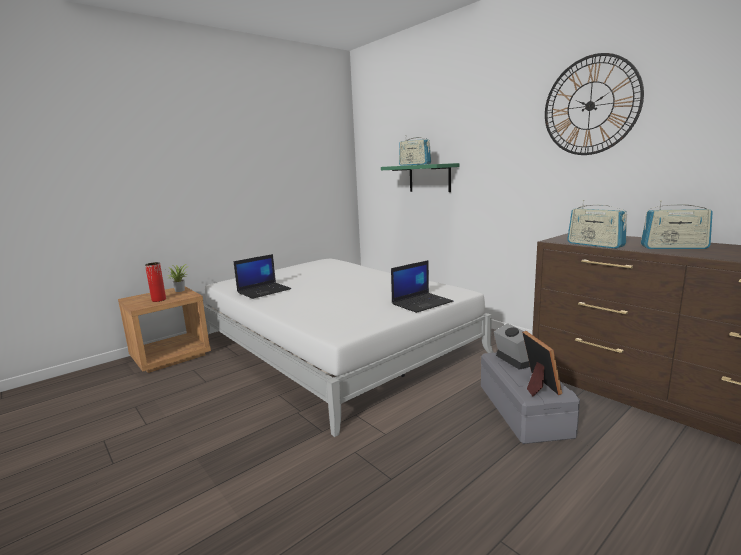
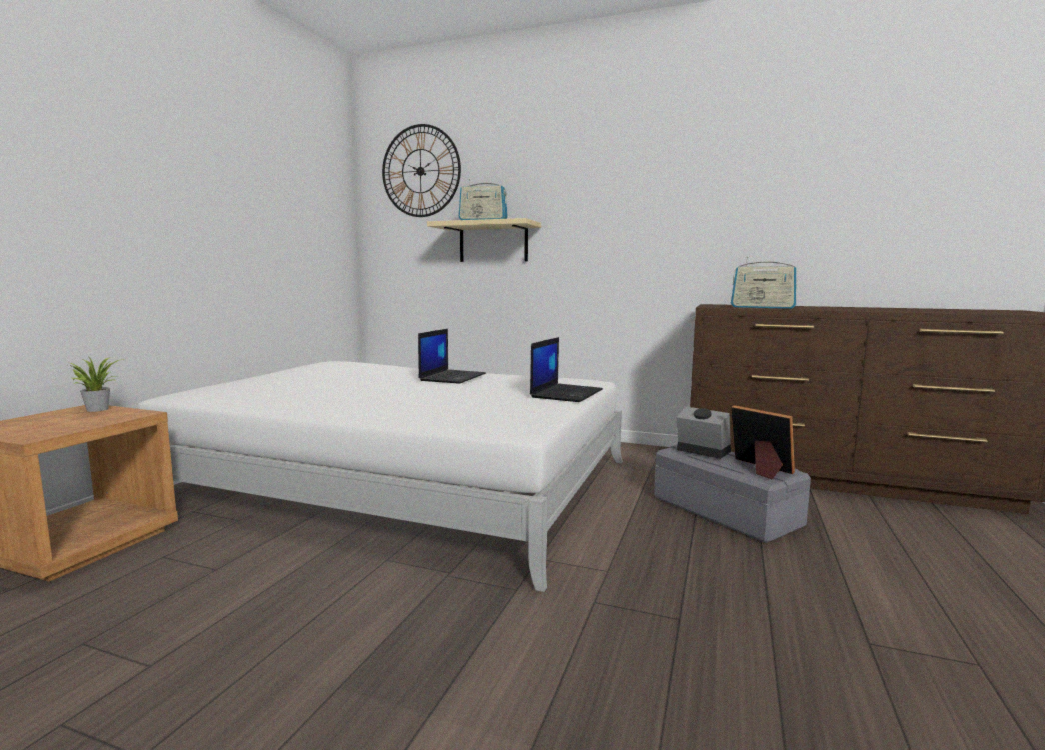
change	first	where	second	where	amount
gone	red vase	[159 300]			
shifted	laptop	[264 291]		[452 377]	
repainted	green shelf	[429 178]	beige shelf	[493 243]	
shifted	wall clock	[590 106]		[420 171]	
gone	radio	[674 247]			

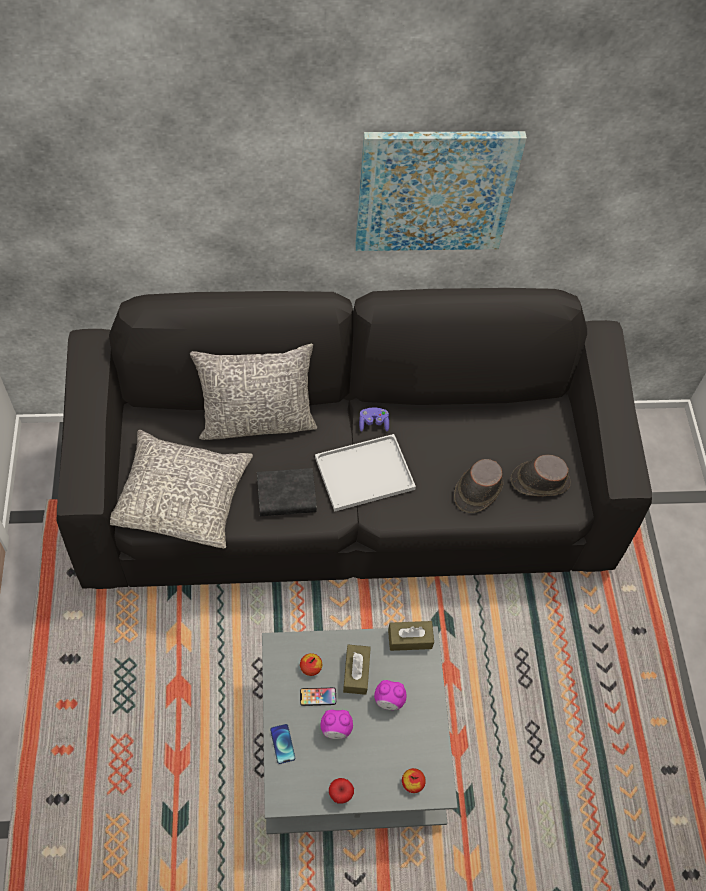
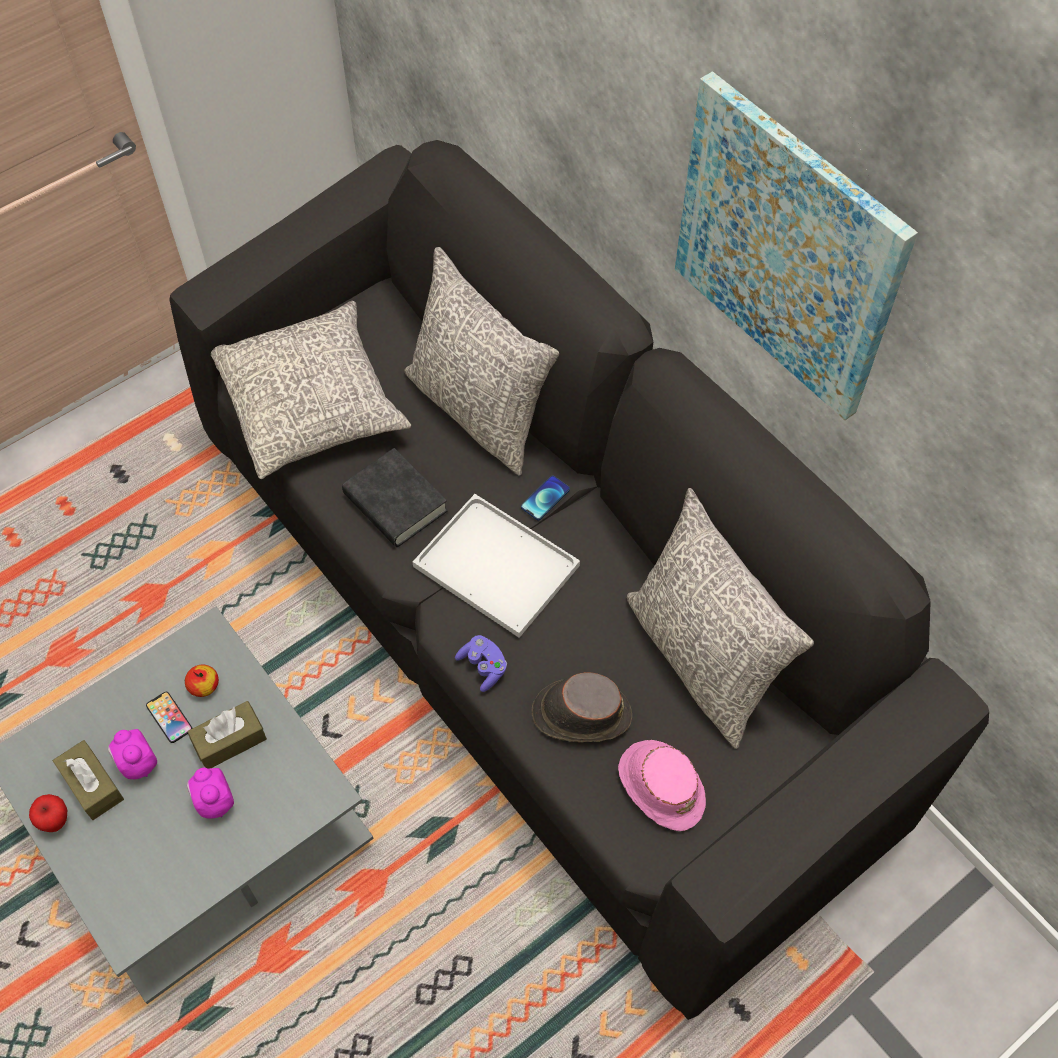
change	first	where	second	where	amount
shifted	phone	[282 744]		[545 498]	
shifted	purple game controller	[373 423]		[483 667]	
shifted	brown tissue box	[410 639]		[92 785]	
gone	apple	[412 782]			
repainted	brown hat	[539 481]	pink hat	[661 785]	
new			grey pillow	[702 658]	

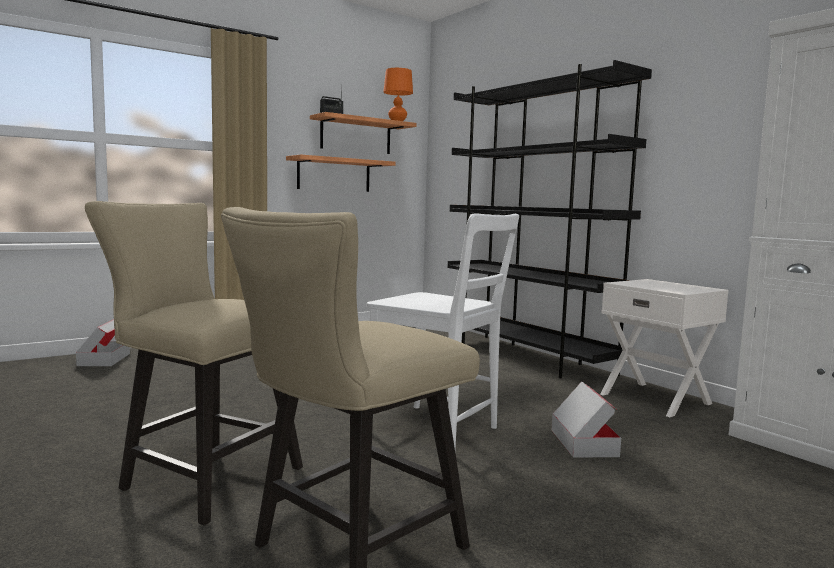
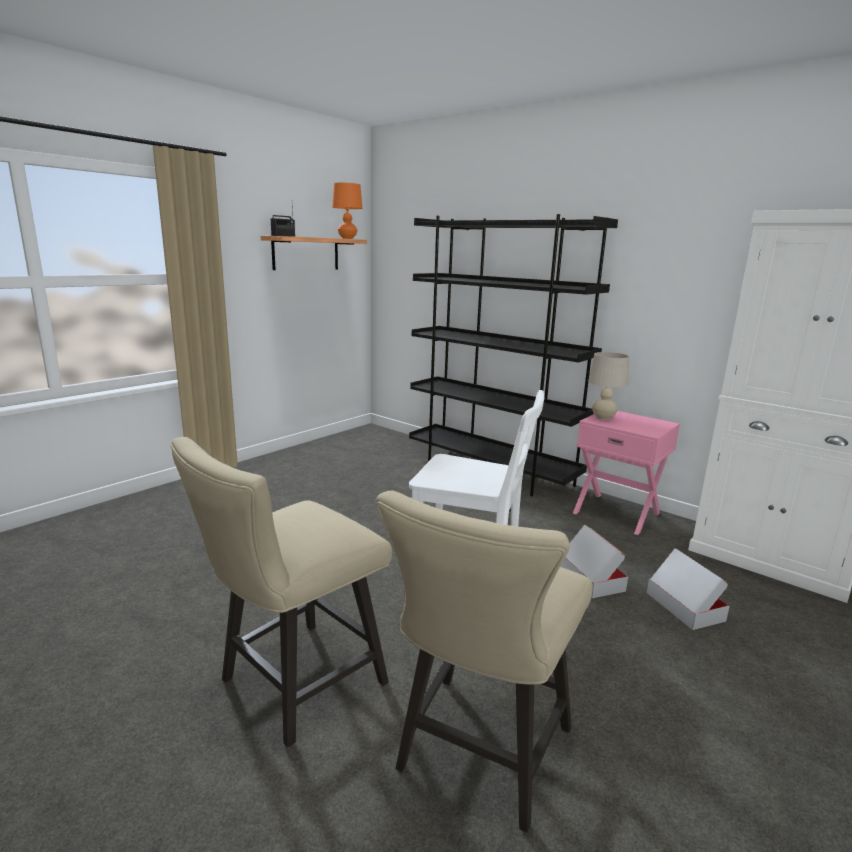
change	first	where	second	where	amount
shifted	cardboard box	[104 359]		[684 606]	
rotated	beige chair	[203 476]		[293 686]	60 degrees counterclockwise
gone	shelf	[334 175]			
repainted	white nightstand	[656 398]	pink nightstand	[617 512]	
new			beige table lamp	[603 417]	

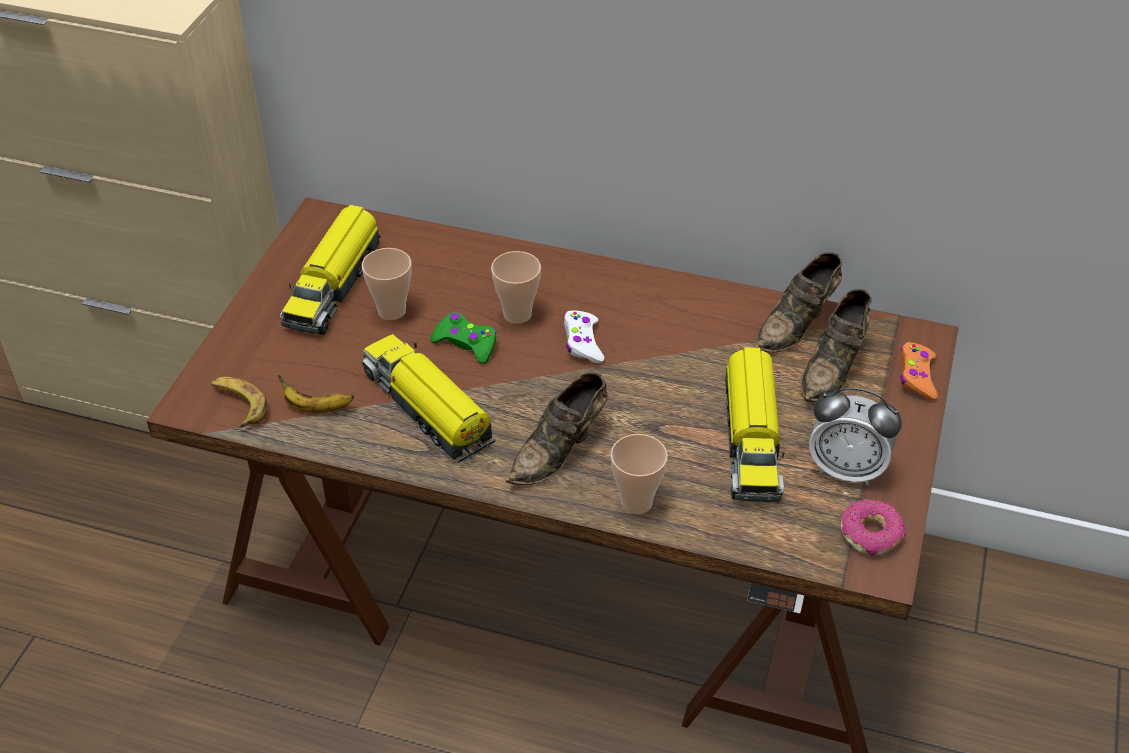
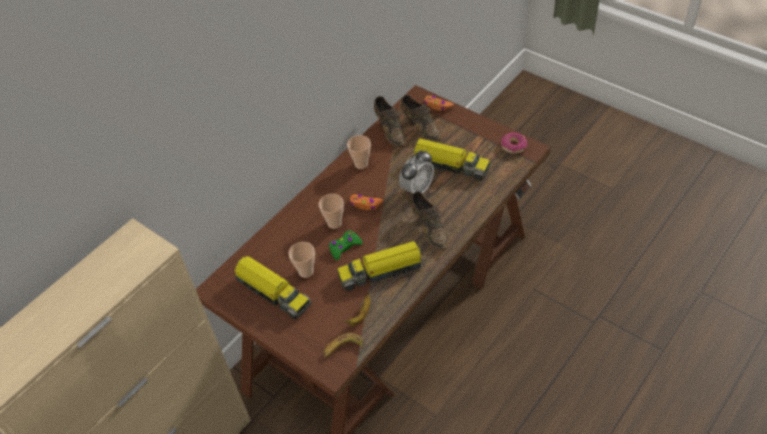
change	first	where	second	where	amount
repainted	white game controller	[582 342]	orange game controller	[365 204]	
shifted	cup	[636 502]		[361 164]	
shifted	alarm clock	[846 469]		[417 189]	

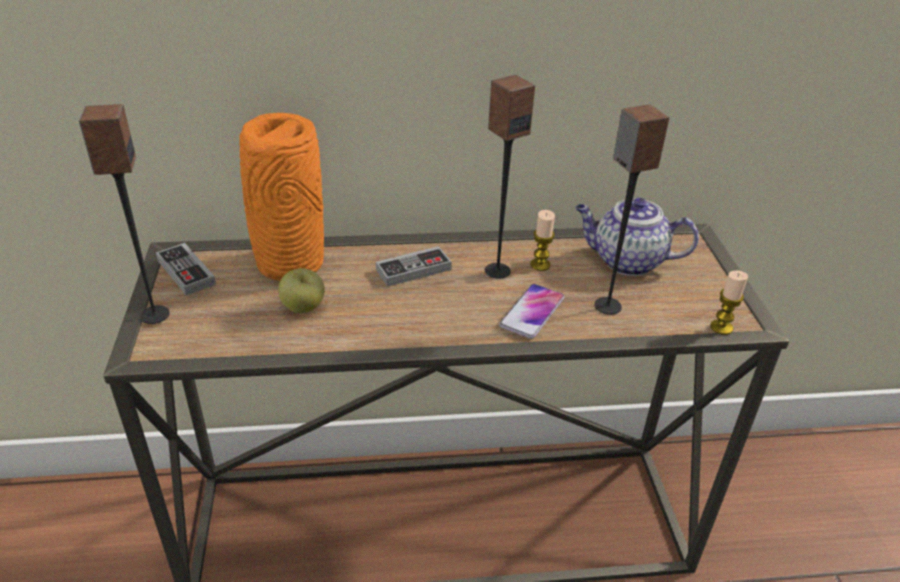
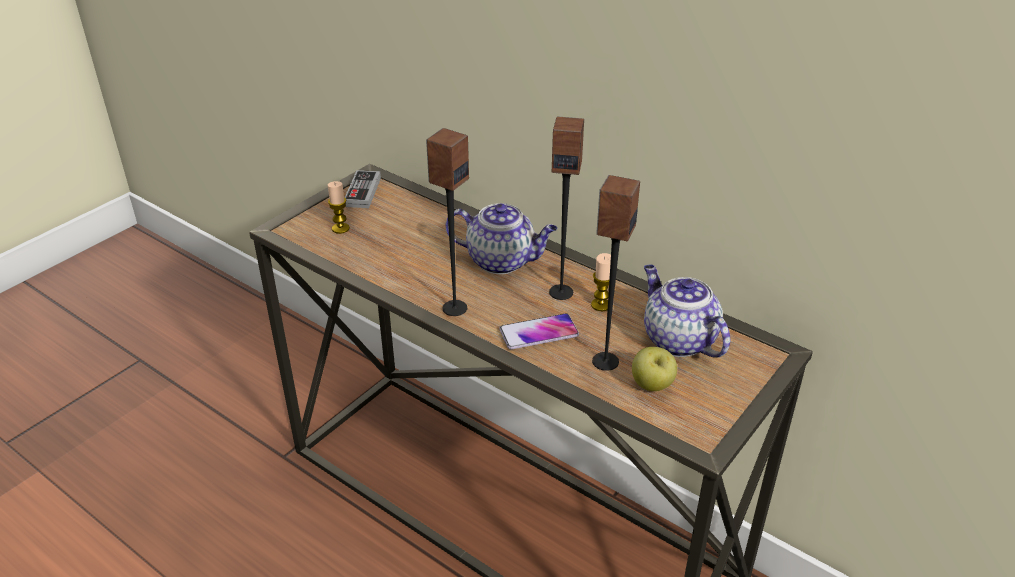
change	first	where	second	where	amount
shifted	speaker	[154 315]		[454 308]	
gone	orange vase	[288 264]			
shifted	apple	[303 308]		[652 385]	
swapped	game controller	[413 270]	teapot	[502 261]	
shifted	candle	[721 327]		[340 228]	

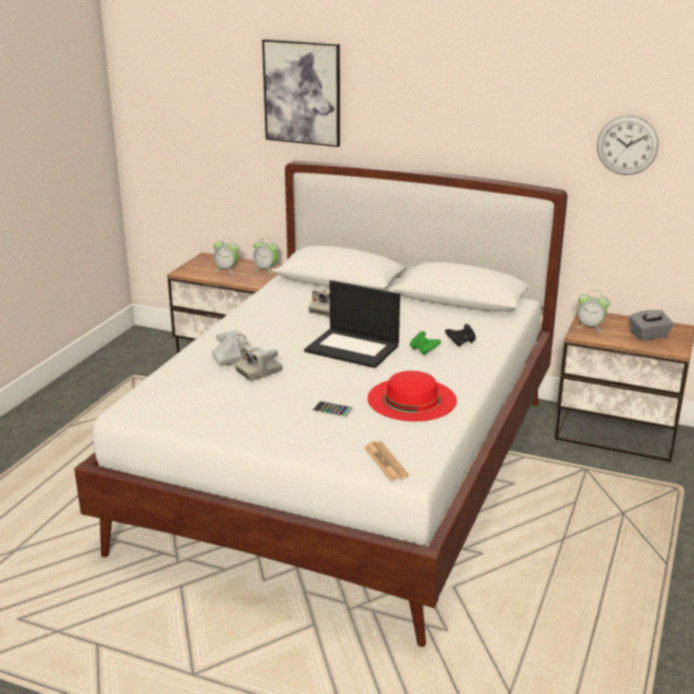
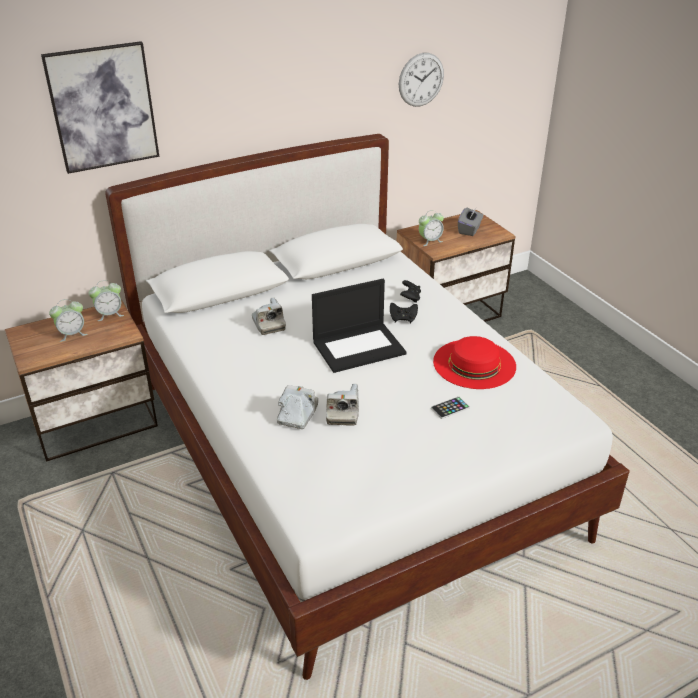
change	first	where	second	where	amount
gone	newspaper	[385 462]			
repainted	green game controller	[423 350]	black game controller	[403 319]	

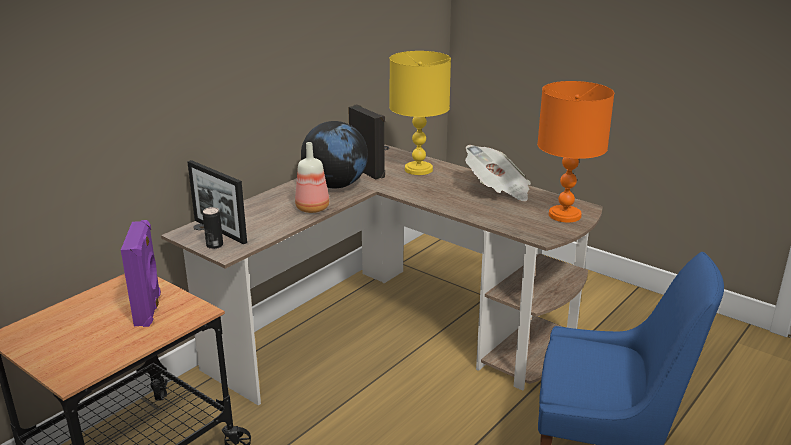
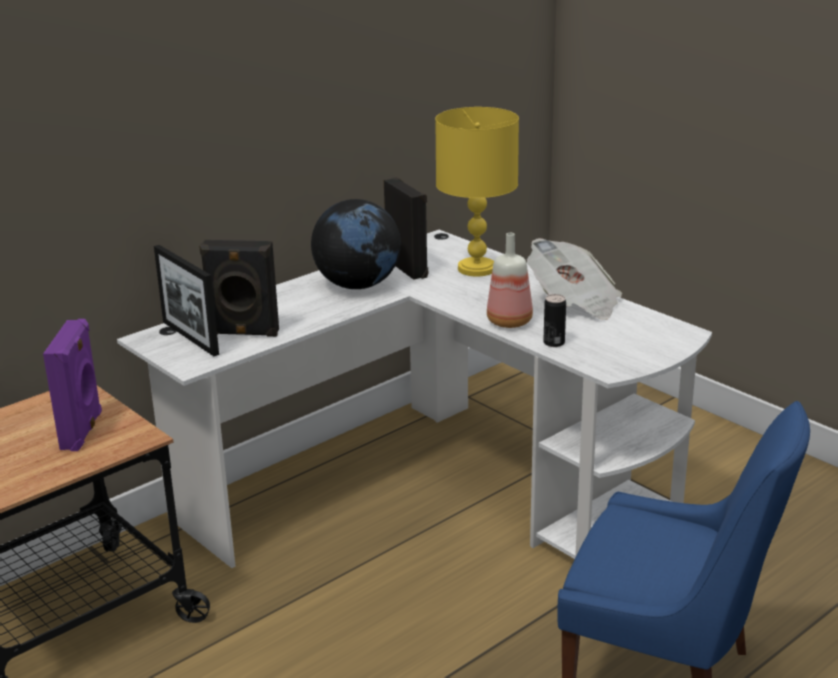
change	first	where	second	where	amount
repainted	brown desk	[394 331]	white desk	[433 487]	
shifted	can	[214 245]		[554 343]	
shifted	bottle	[313 208]		[511 322]	
gone	orange table lamp	[565 215]			
new			black speaker	[243 333]	

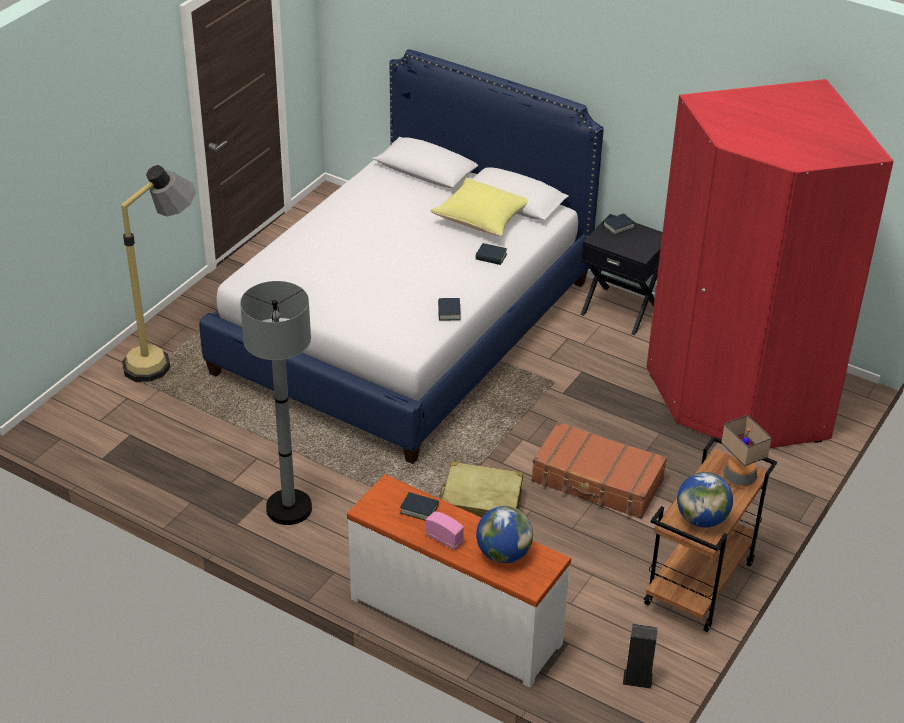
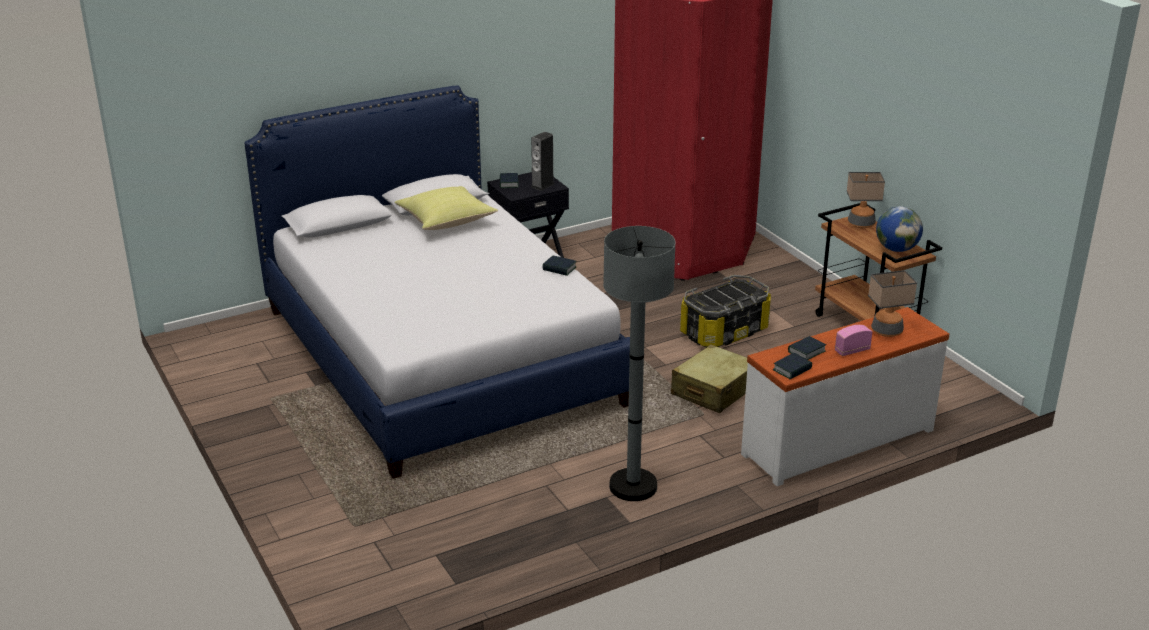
change	first	where	second	where	amount
gone	floor lamp	[167 359]			
shifted	book	[491 257]		[792 369]	
swapped	globe	[503 554]	table lamp	[886 331]	
swapped	brown suitcase	[597 481]	storage box	[724 331]	
shifted	speaker	[637 679]		[542 185]	

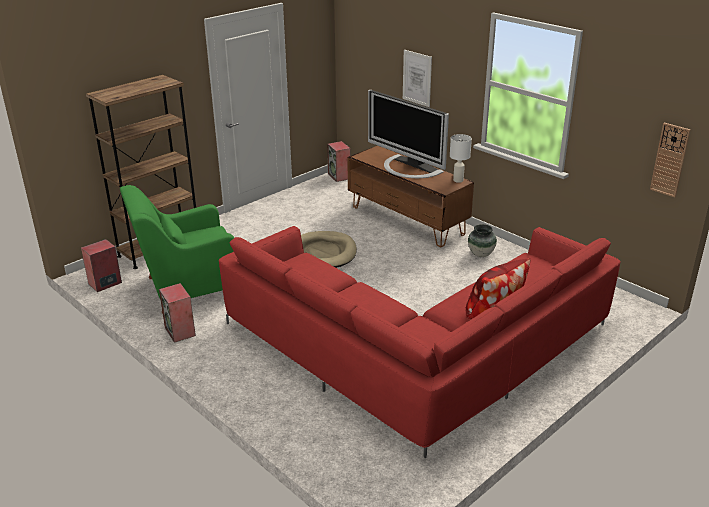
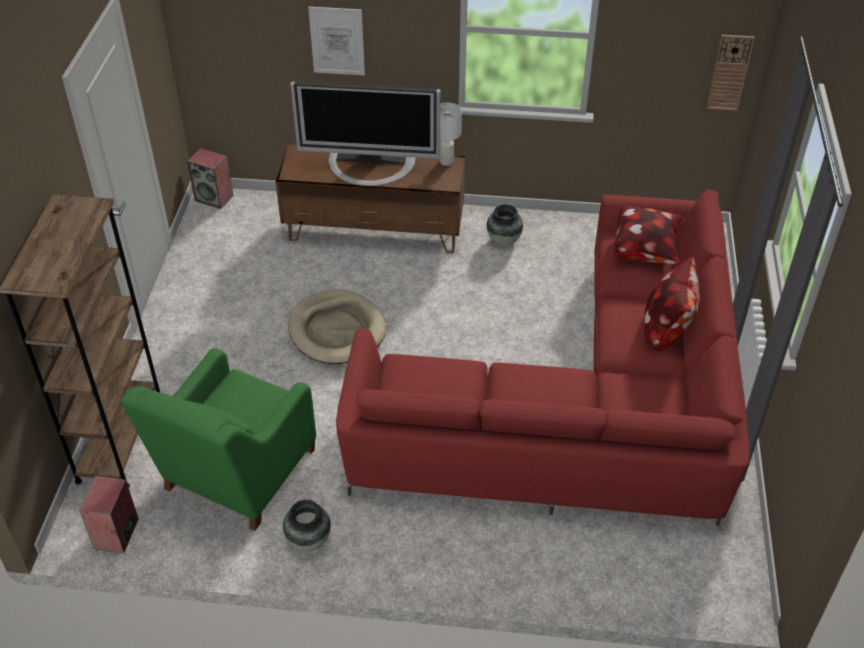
change	first	where	second	where	amount
swapped	speaker	[180 331]	vase	[309 540]	
new			pillow	[646 250]	

